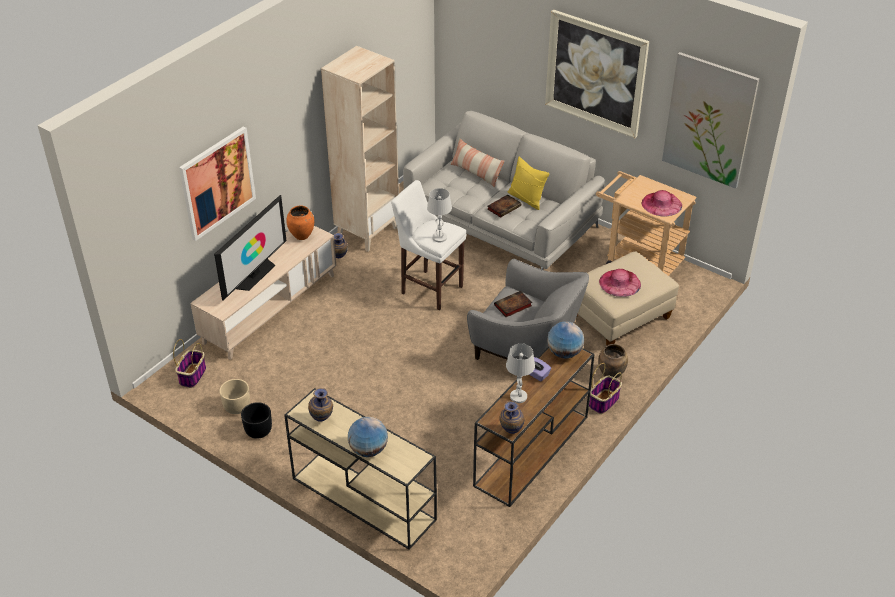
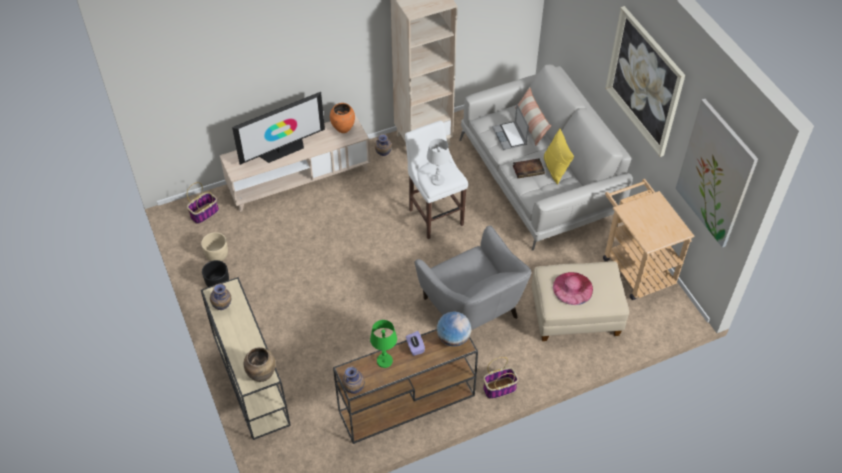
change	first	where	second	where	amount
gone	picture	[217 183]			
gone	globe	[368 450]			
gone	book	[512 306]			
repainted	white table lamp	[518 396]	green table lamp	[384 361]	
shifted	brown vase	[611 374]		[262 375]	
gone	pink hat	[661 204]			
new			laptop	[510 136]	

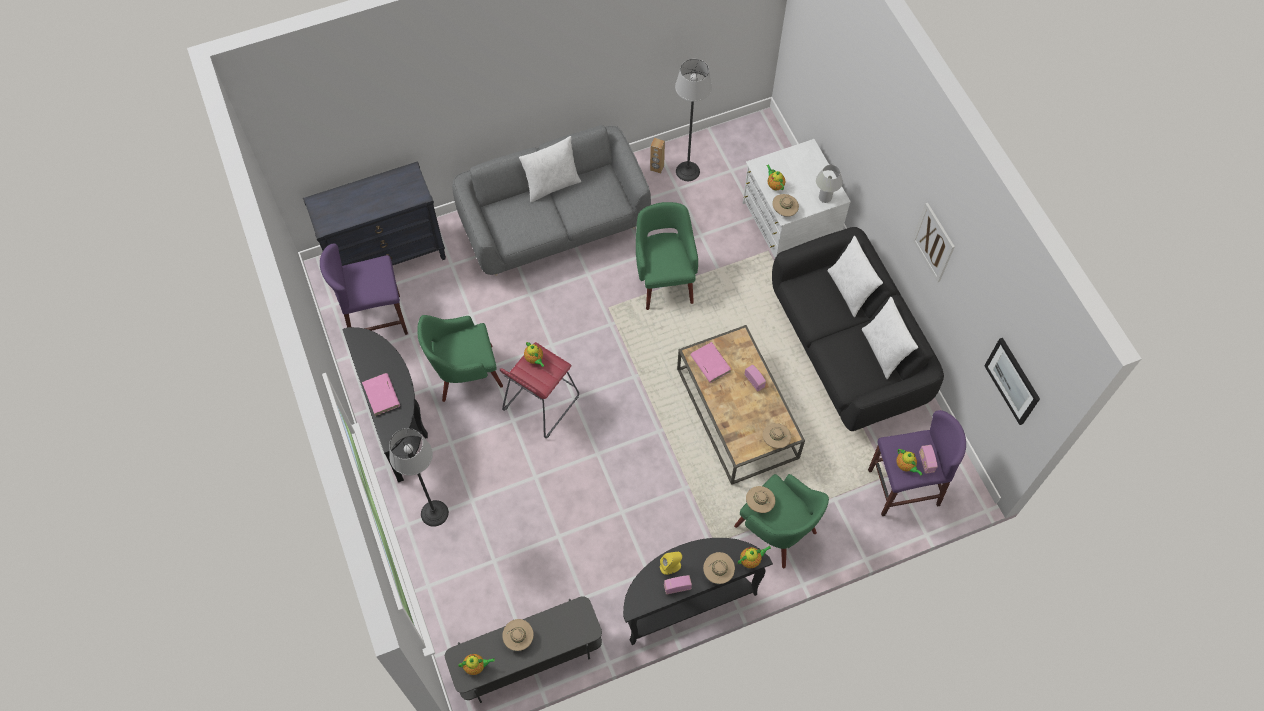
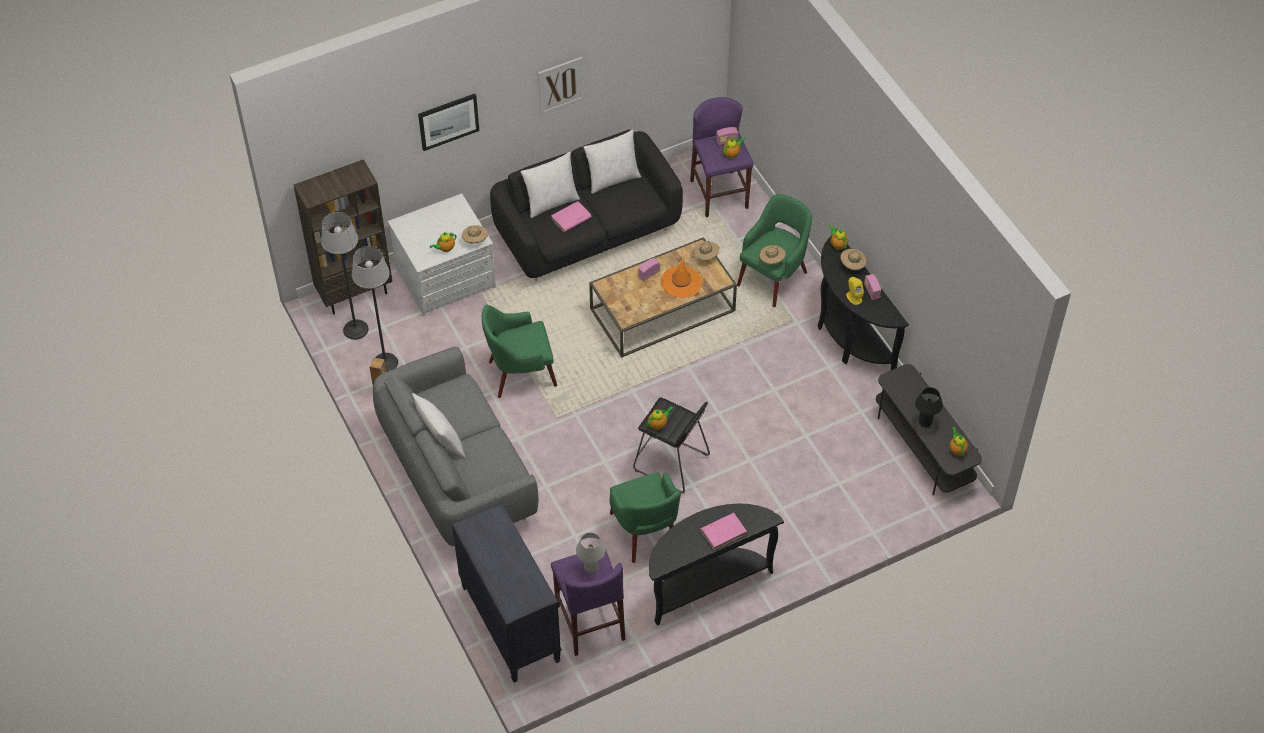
change	first	where	second	where	amount
shifted	floor lamp	[434 513]		[355 329]	
repainted	red stool	[541 403]	black stool	[671 463]	
swapped	beige hat	[518 638]	black table lamp	[925 421]	
shifted	pink book	[710 363]		[570 218]	
shifted	white table lamp	[825 197]		[591 567]	
shifted	picture	[1012 381]		[448 121]	
new			brown bookcase	[355 293]	
new			orange hat	[681 282]	

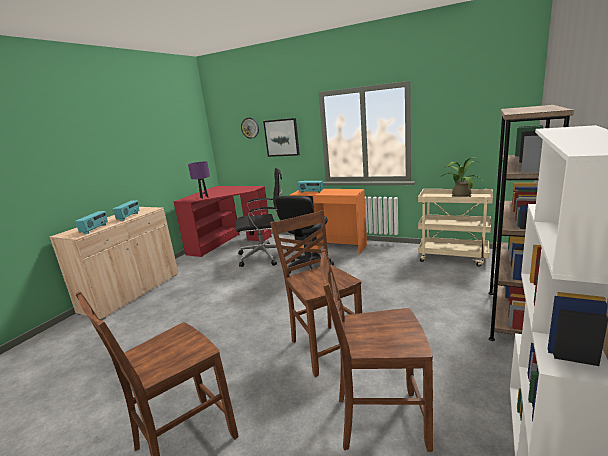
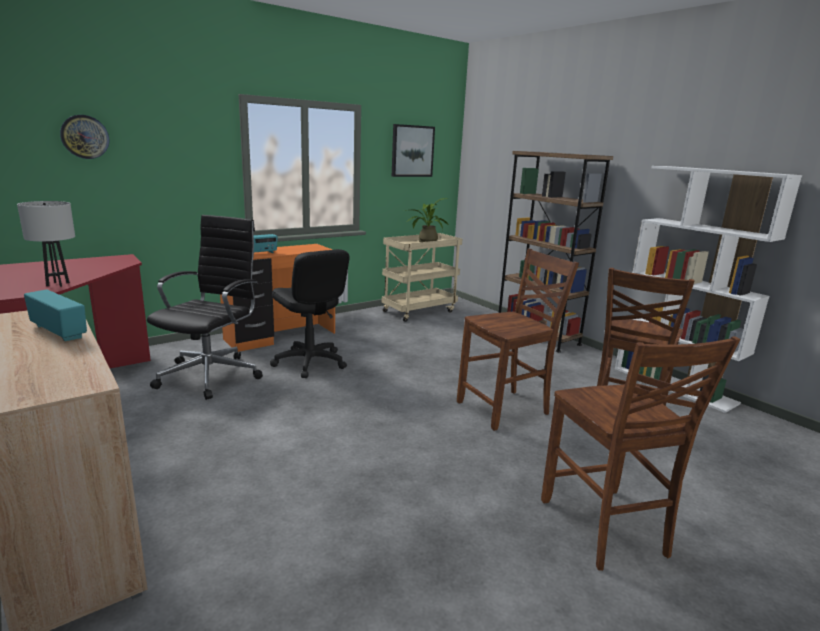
change	first	where	second	where	amount
gone	radio	[95 229]			
repainted	purple table lamp	[204 197]	white table lamp	[57 284]	
shifted	picture	[282 137]		[412 151]	
rotated	brown chair	[324 347]		[505 409]	150 degrees clockwise

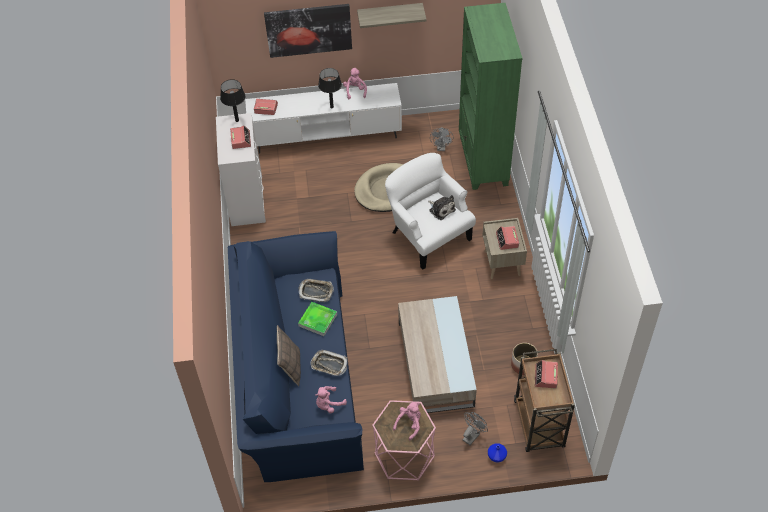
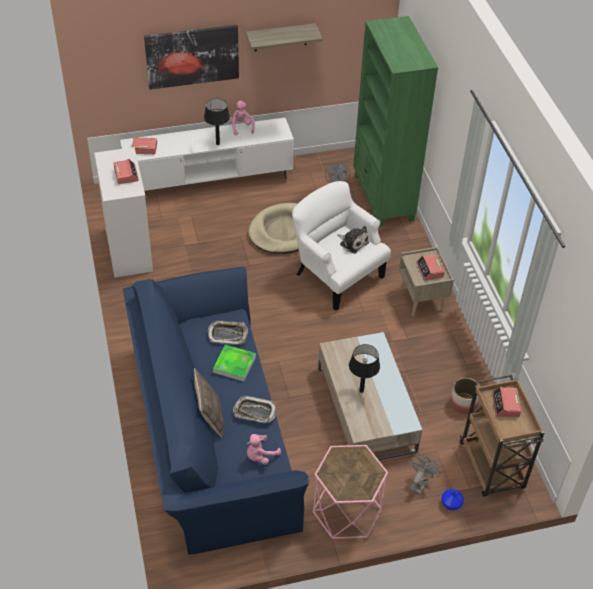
change	first	where	second	where	amount
shifted	black table lamp	[237 120]		[361 391]	
gone	pink plush toy	[409 424]			

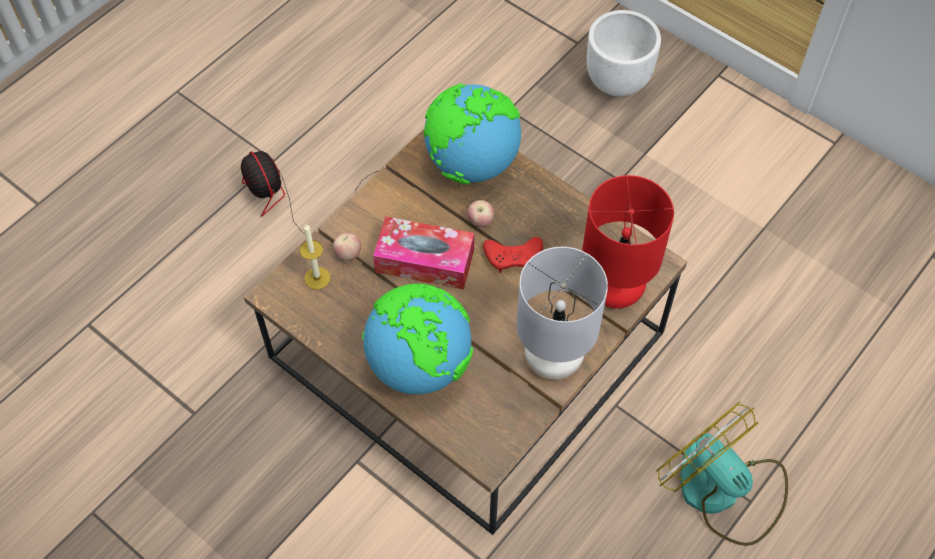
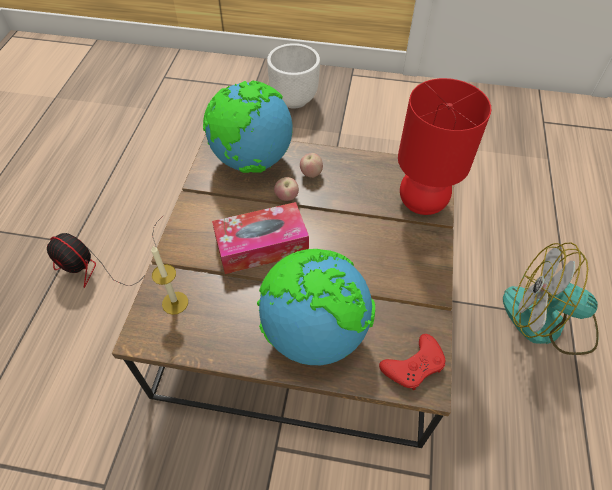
change	first	where	second	where	amount
shifted	apple	[348 254]		[311 173]	
shifted	red game controller	[513 257]		[414 365]	
gone	grey table lamp	[554 359]			

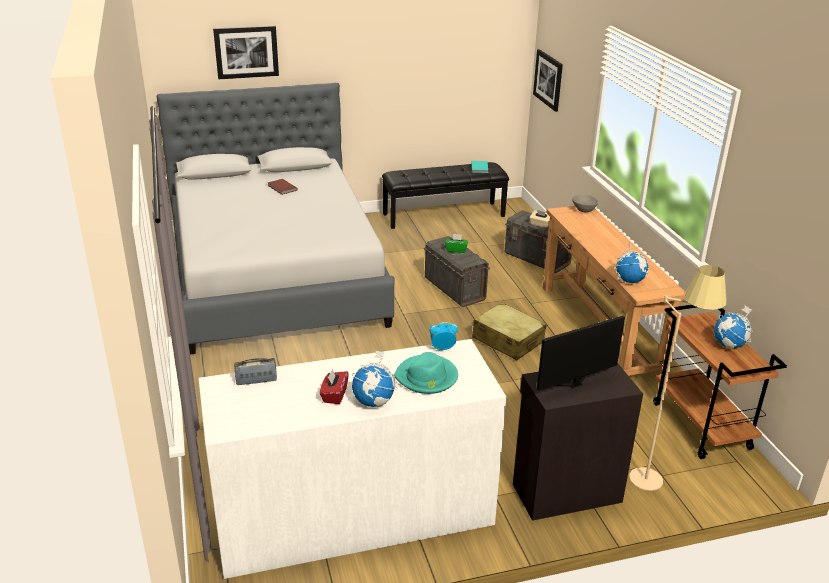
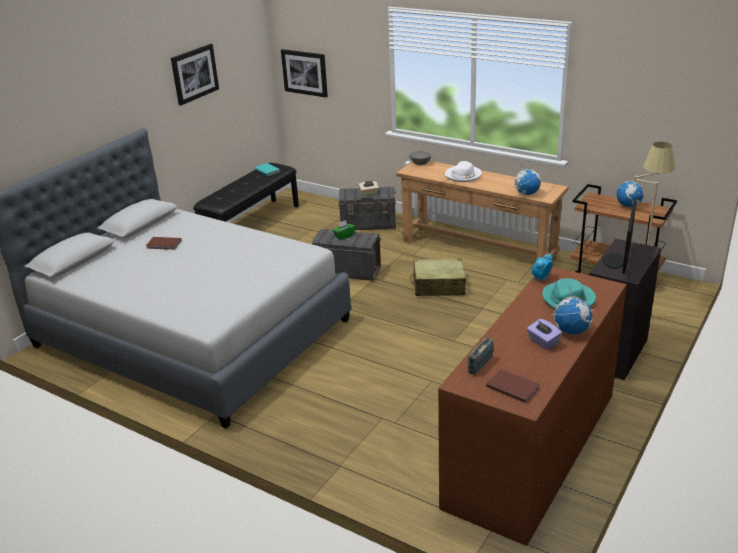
change	first	where	second	where	amount
repainted	white dresser	[353 515]	brown dresser	[531 448]	
shifted	picture	[246 52]		[194 74]	
repainted	red tissue box	[334 395]	purple tissue box	[543 342]	
new			white hat	[463 175]	
new			brown book	[512 387]	

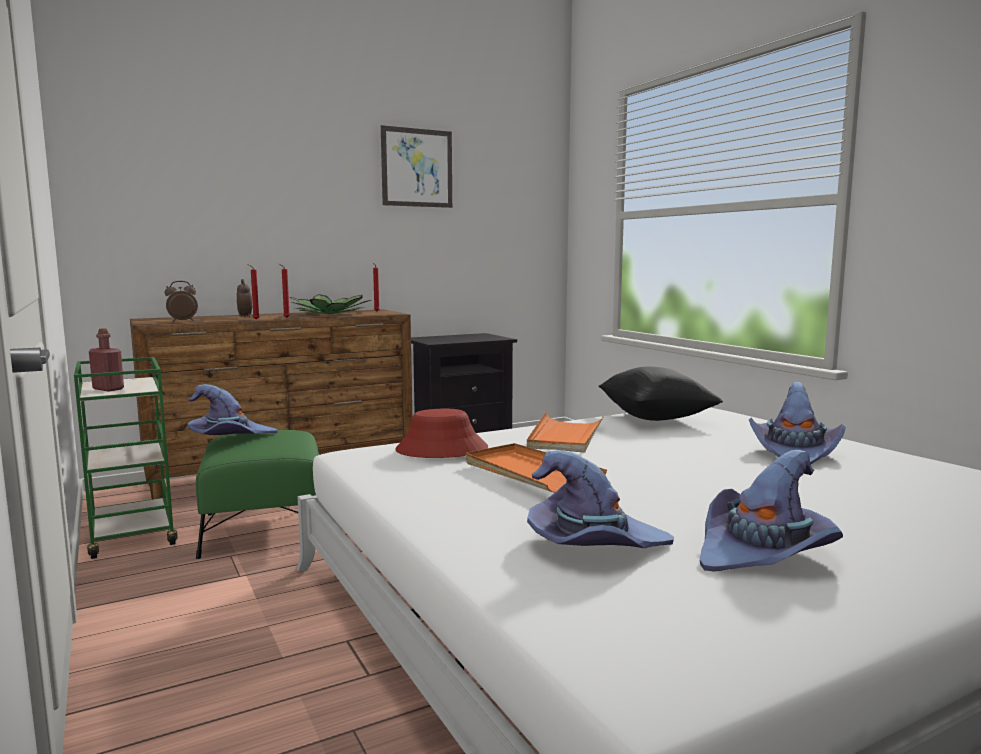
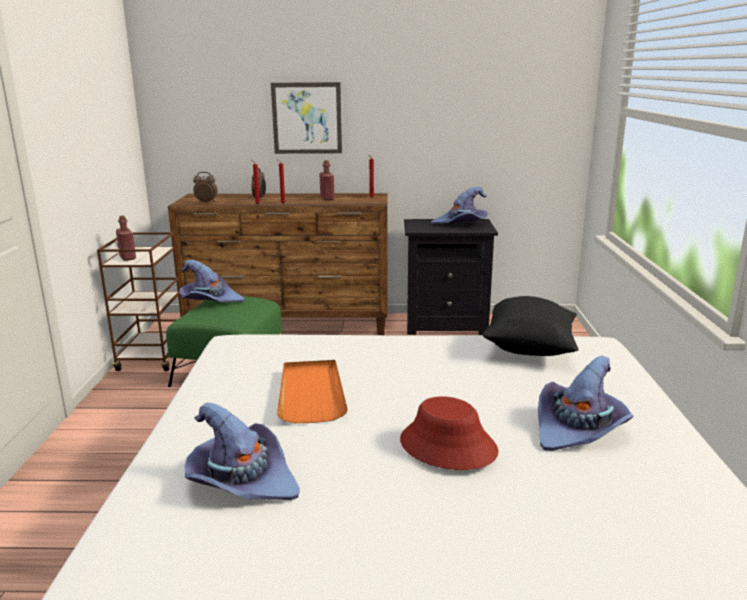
change	first	where	second	where	amount
repainted	green cart	[133 536]	brown cart	[153 358]	
swapped	potted plant	[329 314]	red bottle	[327 198]	
shifted	picture	[417 168]		[307 118]	
shifted	red hat	[441 450]		[447 446]	
gone	orange tray	[565 436]			
shifted	purple hat	[765 552]		[461 223]	

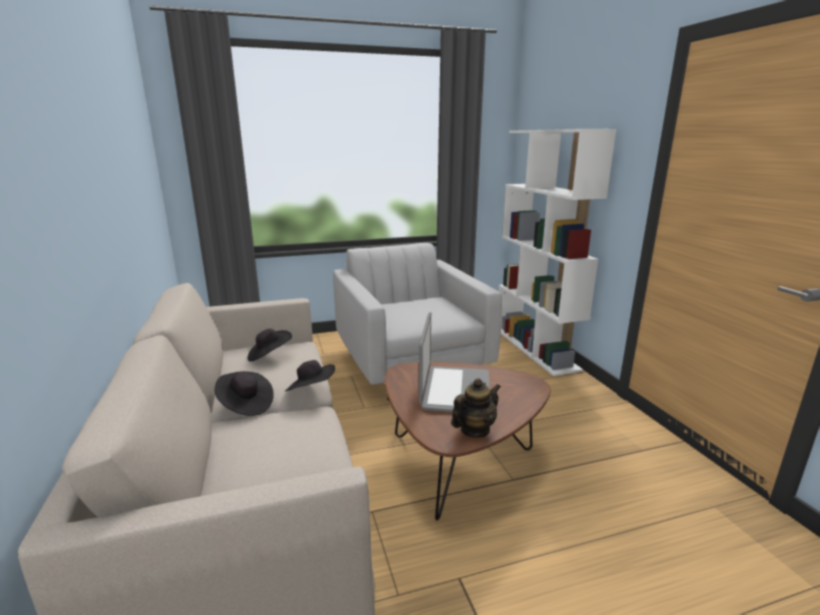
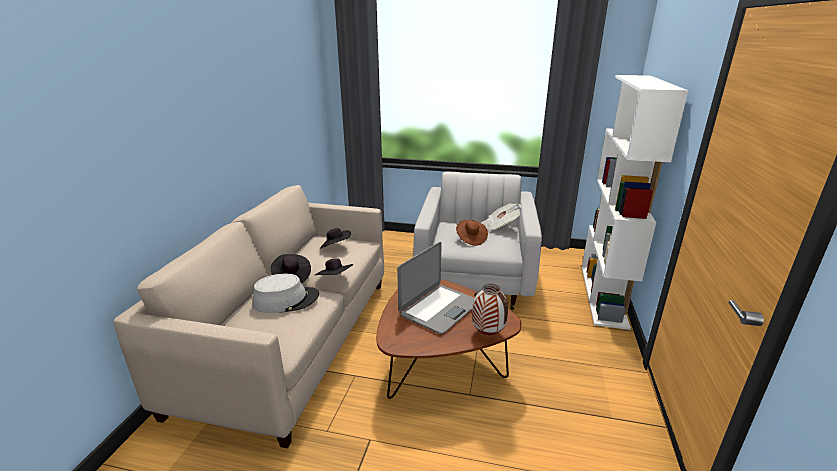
change	first	where	second	where	amount
gone	teapot	[474 430]			
new			grey hat	[286 300]	
new			brown hat	[471 239]	
new			vase	[487 334]	
new			newspaper	[499 226]	

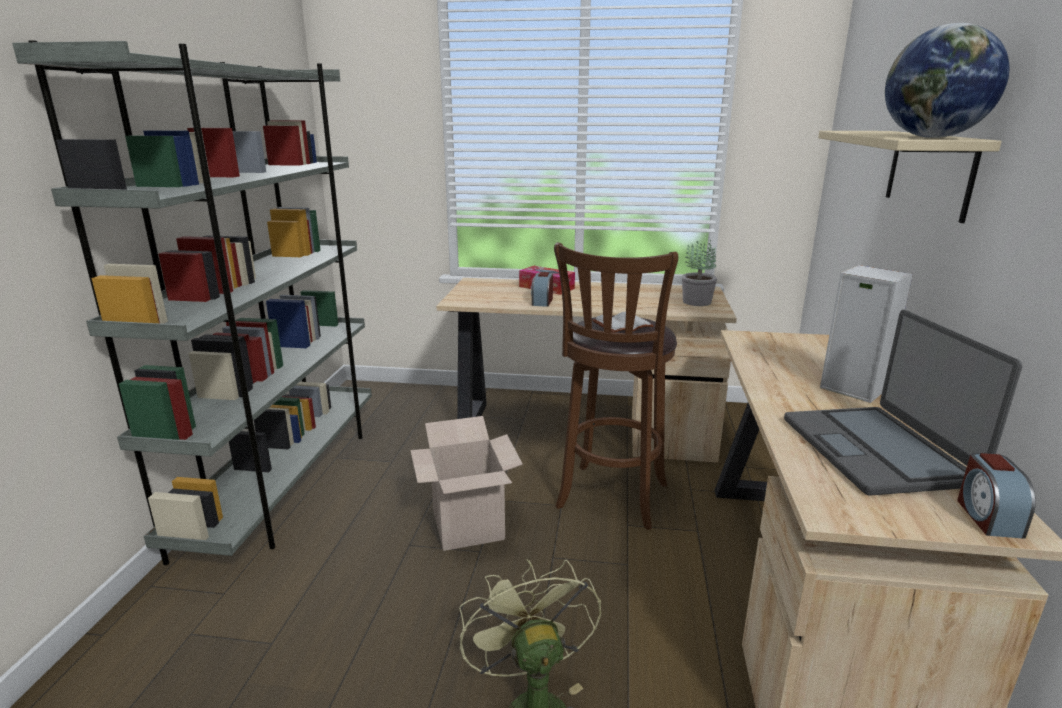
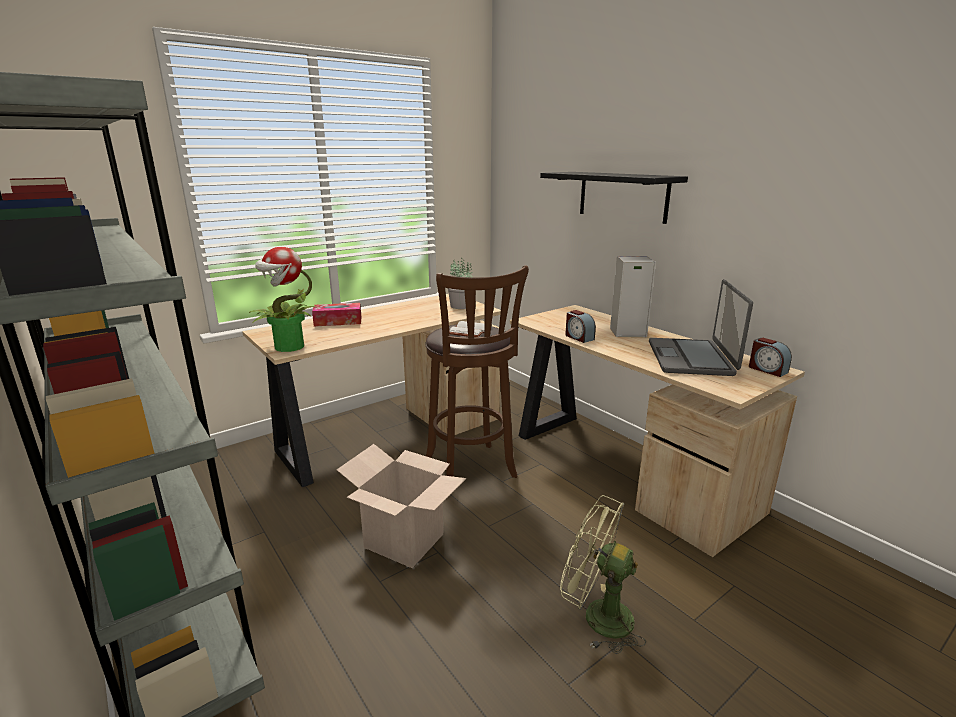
change	first	where	second	where	amount
shifted	alarm clock	[542 301]		[578 337]	
rotated	laptop	[876 450]		[691 358]	60 degrees clockwise
repainted	beige shelf	[929 172]	black shelf	[622 196]	
gone	globe	[931 137]			
new			potted plant	[288 347]	

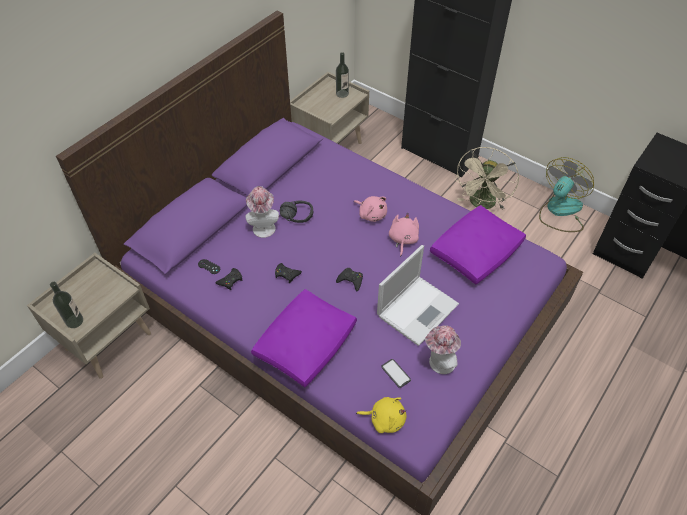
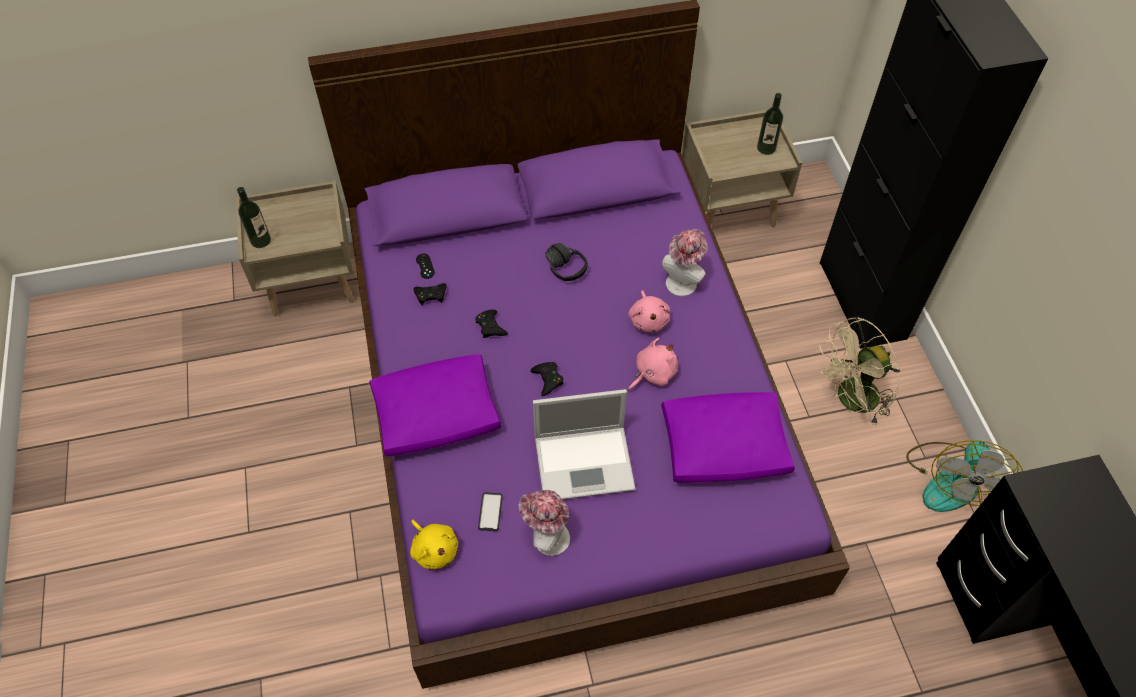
change	first	where	second	where	amount
shifted	hat	[263 226]		[683 280]	
rotated	fan	[560 211]		[951 479]	120 degrees clockwise

